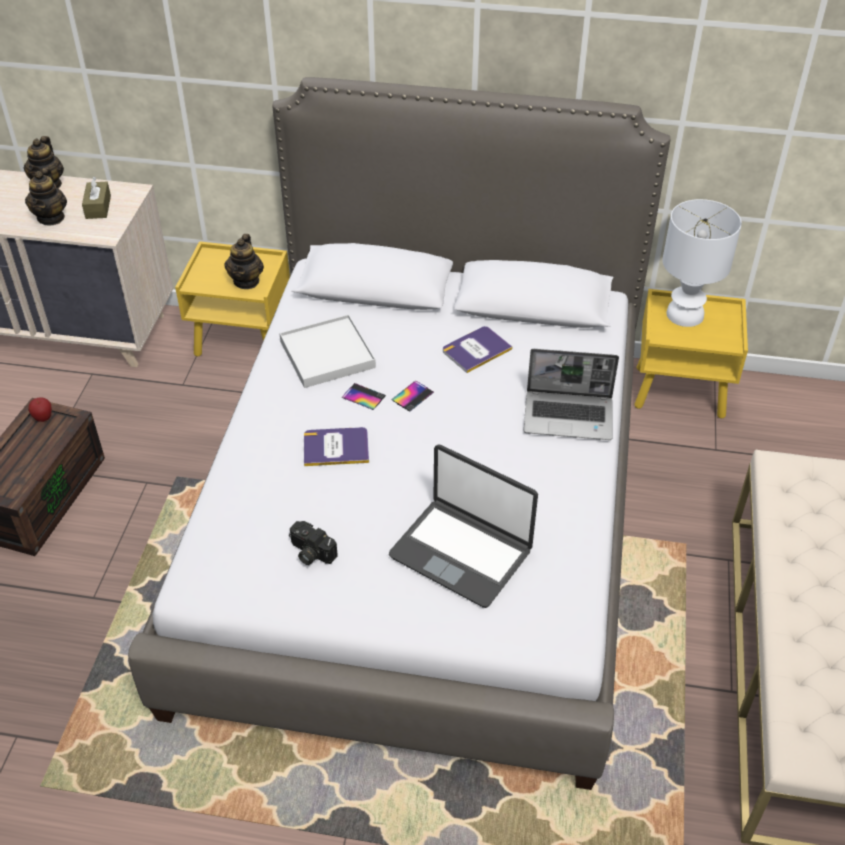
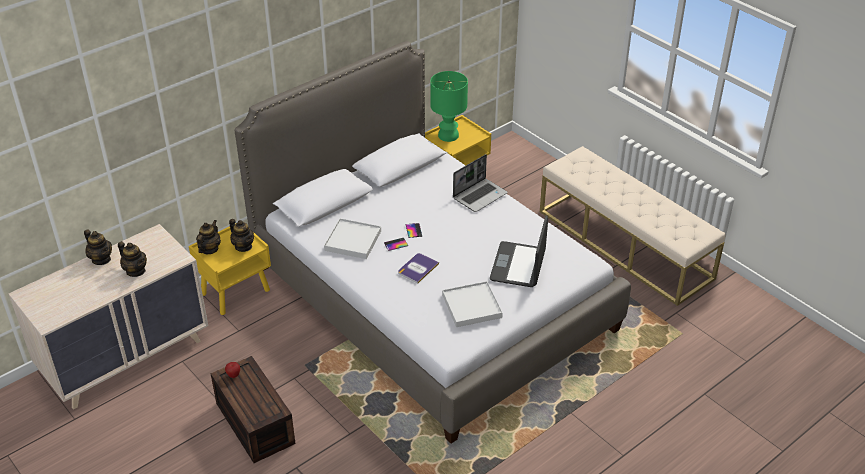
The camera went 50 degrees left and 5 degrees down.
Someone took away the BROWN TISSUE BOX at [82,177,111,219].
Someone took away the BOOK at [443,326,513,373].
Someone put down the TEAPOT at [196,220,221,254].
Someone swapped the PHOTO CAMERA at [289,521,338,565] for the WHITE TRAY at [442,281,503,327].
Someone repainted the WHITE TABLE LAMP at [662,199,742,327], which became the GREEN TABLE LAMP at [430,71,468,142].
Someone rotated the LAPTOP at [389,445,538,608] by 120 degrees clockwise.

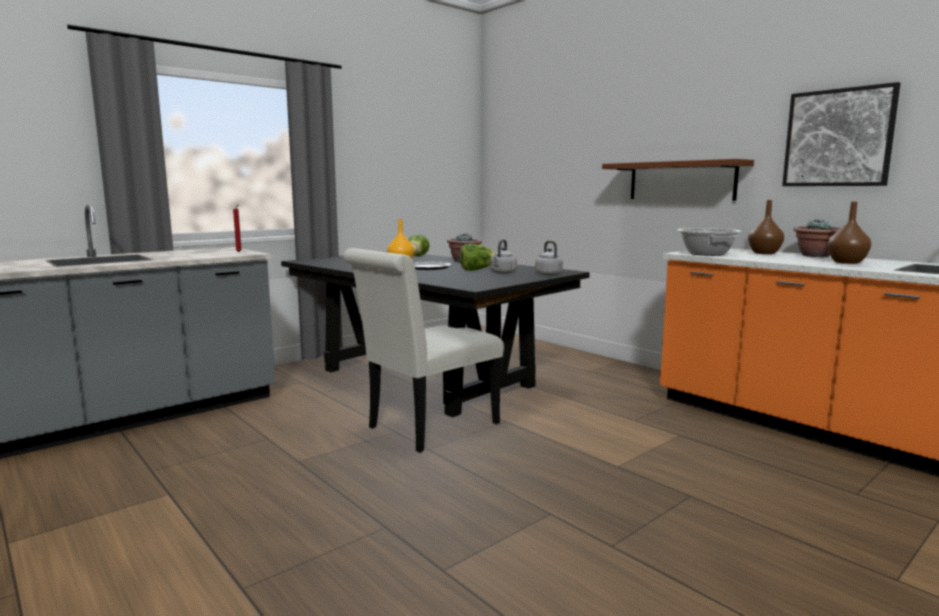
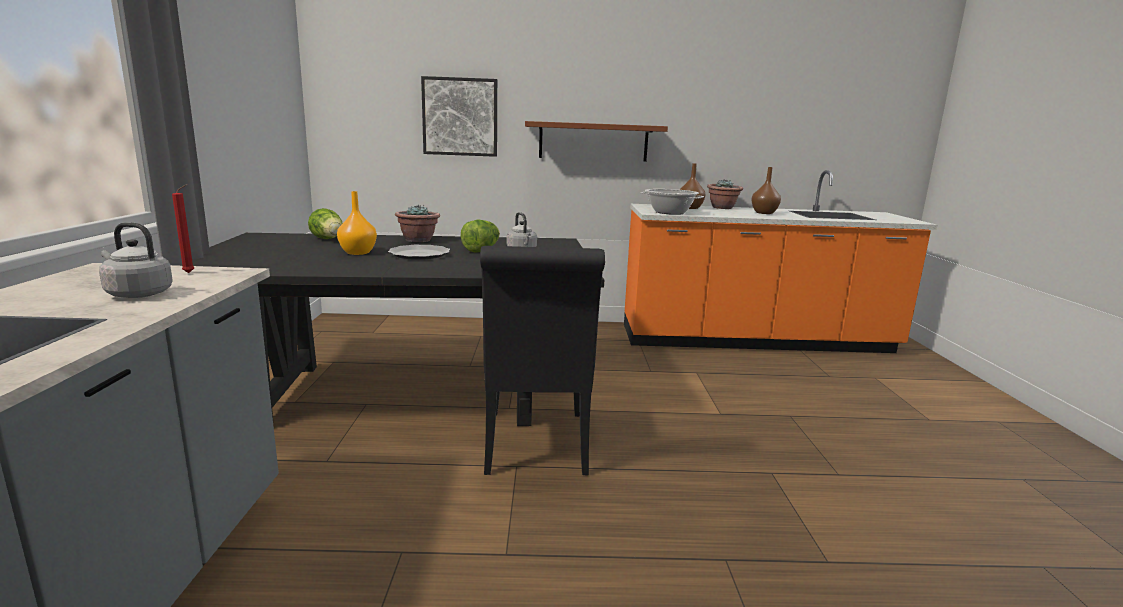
The camera went 50 degrees left and 5 degrees up.
Someone carried the GREY KETTLE from [535,241,563,276] to [99,222,173,298].
Someone carried the PICTURE from [782,82,900,186] to [421,76,497,157].
Someone repainted the WHITE CHAIR at [343,248,504,453], which became the BLACK CHAIR at [480,246,605,476].

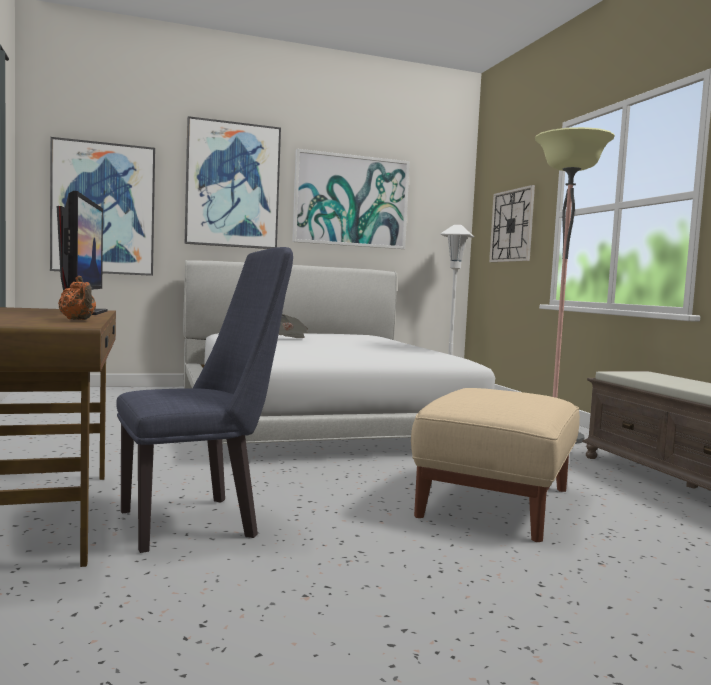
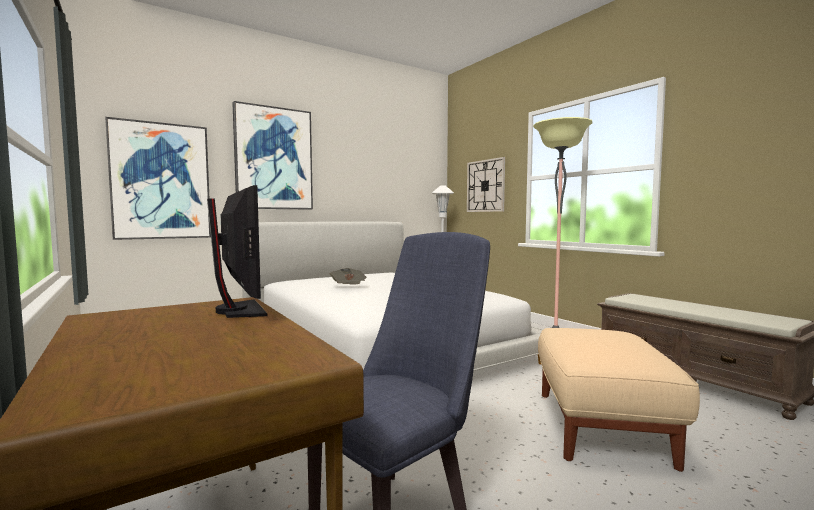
The camera went 15 degrees left and 0 degrees up.
Someone took away the ORANGE TEAPOT at [58,276,96,320].
Someone took away the PICTURE at [292,149,410,249].

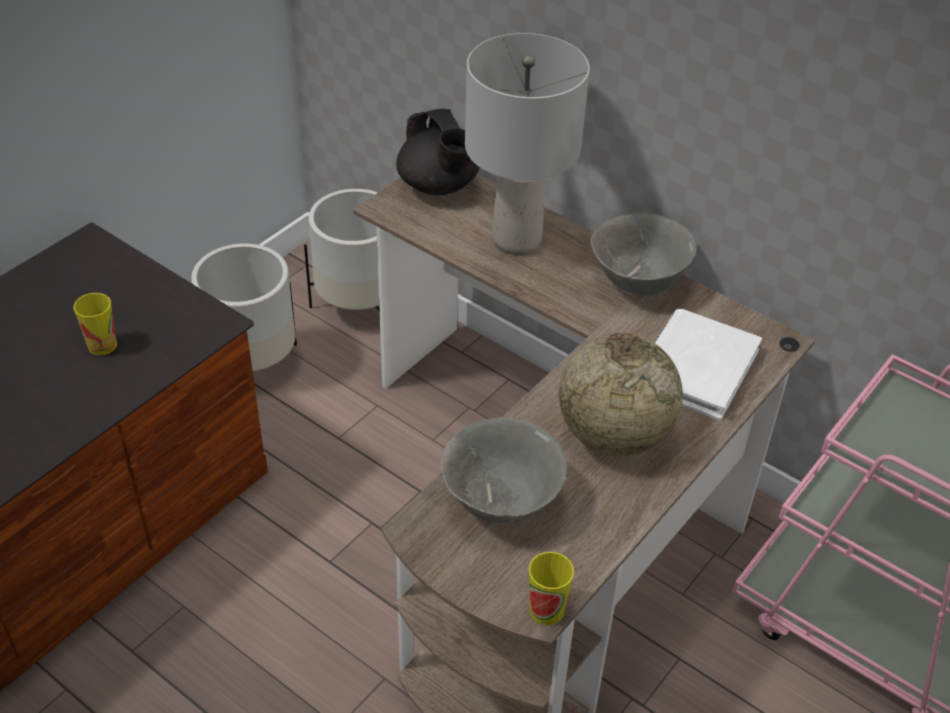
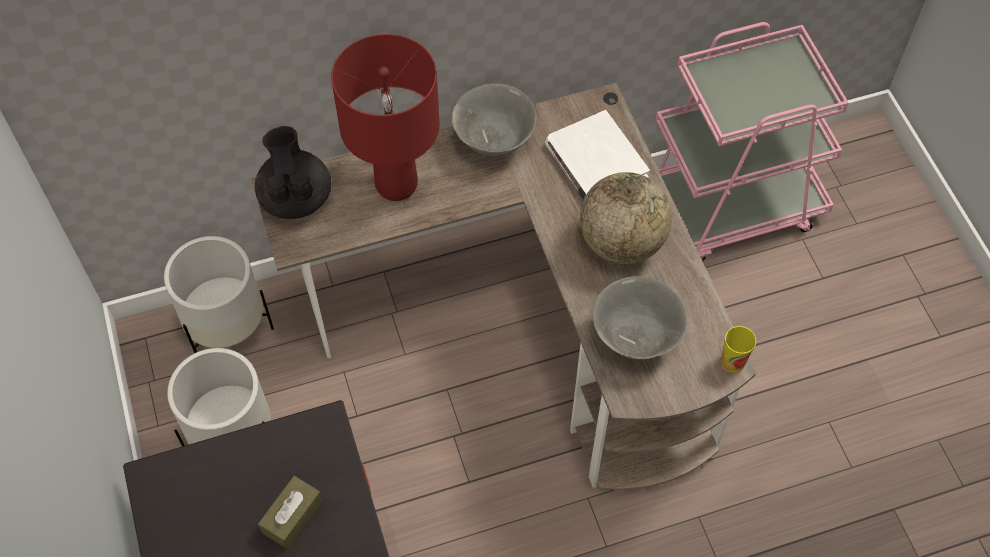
The camera went 55 degrees left and 15 degrees up.
Someone swapped the CUP at [74,293,117,355] for the BROWN TISSUE BOX at [258,476,323,549].
Someone repainted the GREY TABLE LAMP at [465,33,590,255], which became the RED TABLE LAMP at [331,34,440,201].
Someone rotated the BLACK TEAPOT at [396,109,480,195] by 105 degrees counterclockwise.

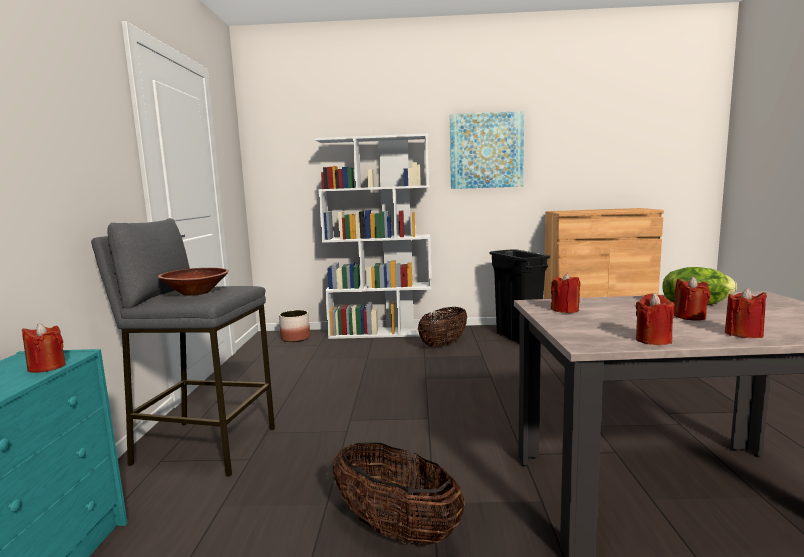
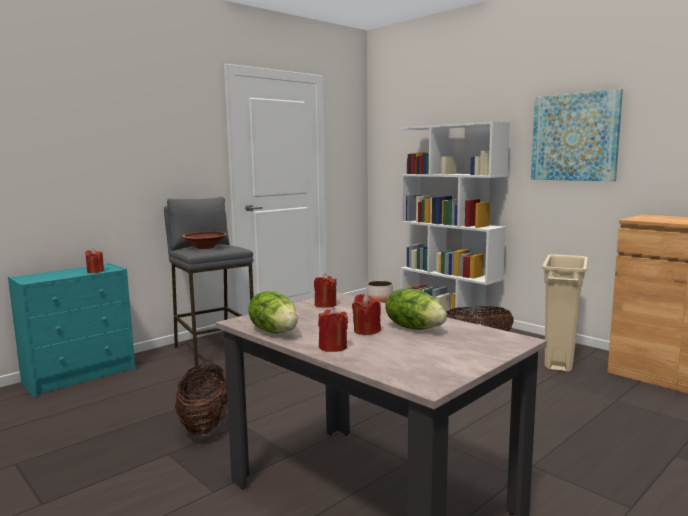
The camera went 45 degrees right and 0 degrees up.
Someone swapped the RED CANDLE at [636,293,674,345] for the LETTUCE at [248,292,298,333].
Someone repainted the BLACK TRASH CAN at [490,249,550,344], which became the BEIGE TRASH CAN at [542,254,588,372].

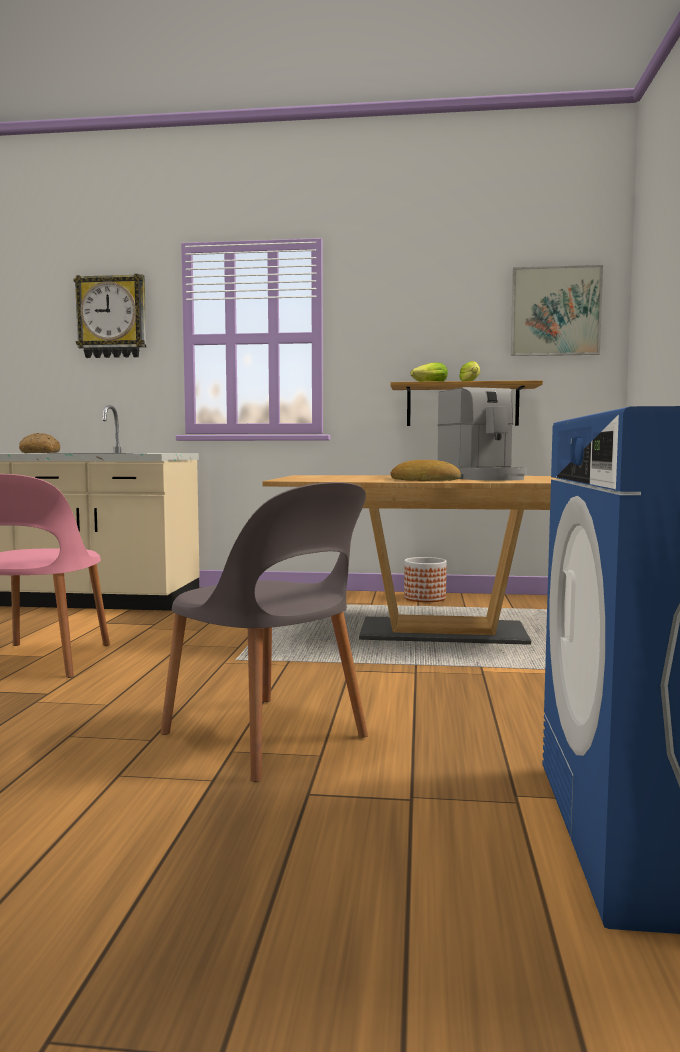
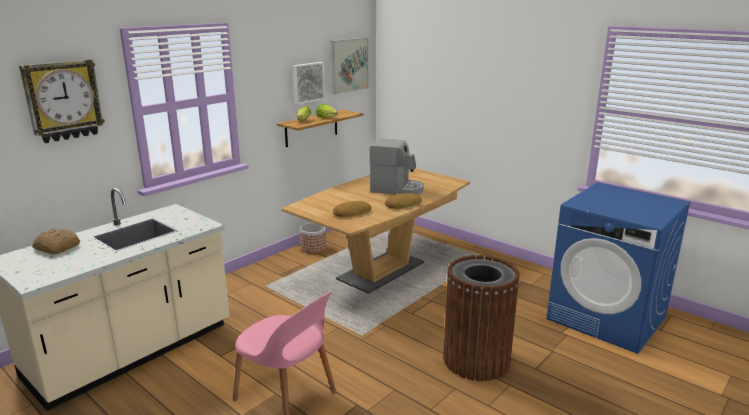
The camera went 55 degrees left and 15 degrees up.
Someone put up the PICTURE at [292,62,325,105].
Someone put down the BREAD at [333,201,372,217].
Someone swapped the GREY CHAIR at [160,482,368,782] for the BROWN TRASH CAN at [443,255,520,381].

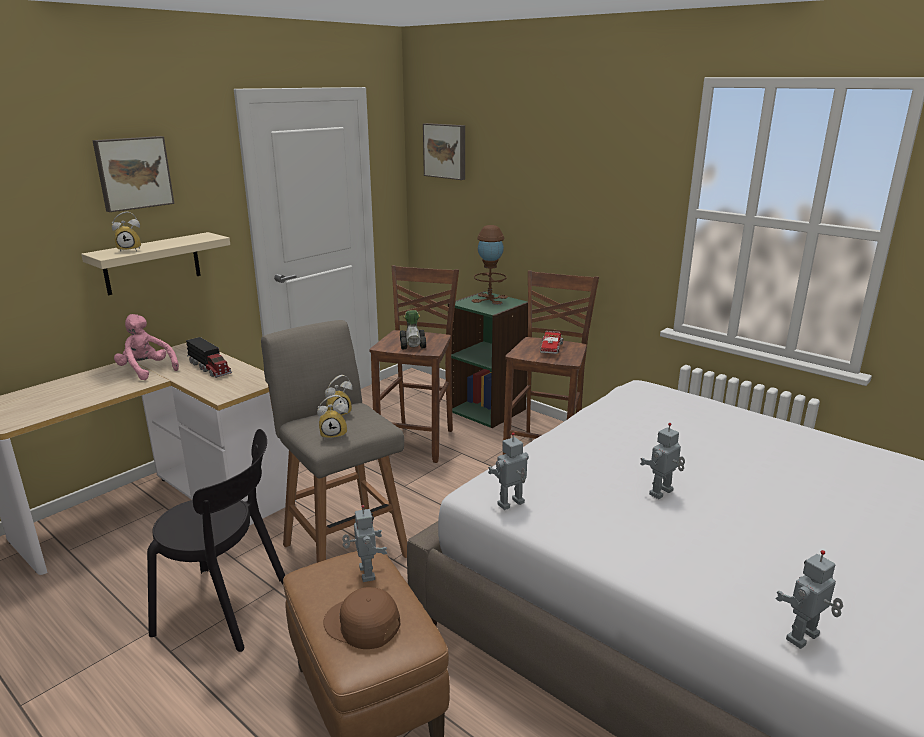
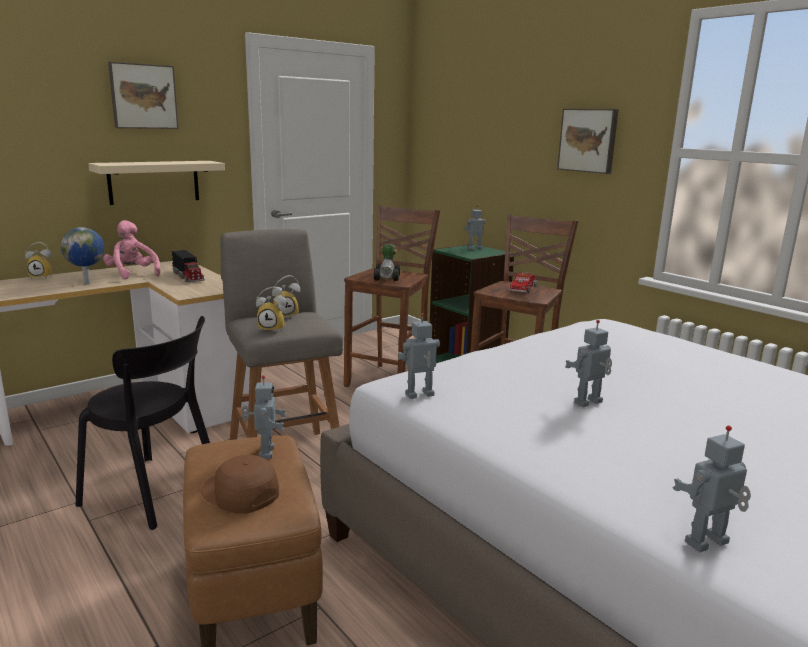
The camera went 10 degrees right and 5 degrees down.
Someone put down the GLOBE at [61,227,104,285].
Someone carried the ALARM CLOCK from [112,212,141,252] to [25,242,52,279].
Someone carried the PICTURE from [423,123,465,180] to [557,109,619,174].
Someone swapped the BROWN TABLE LAMP at [472,225,508,305] for the TOY ROBOT at [464,205,486,250].

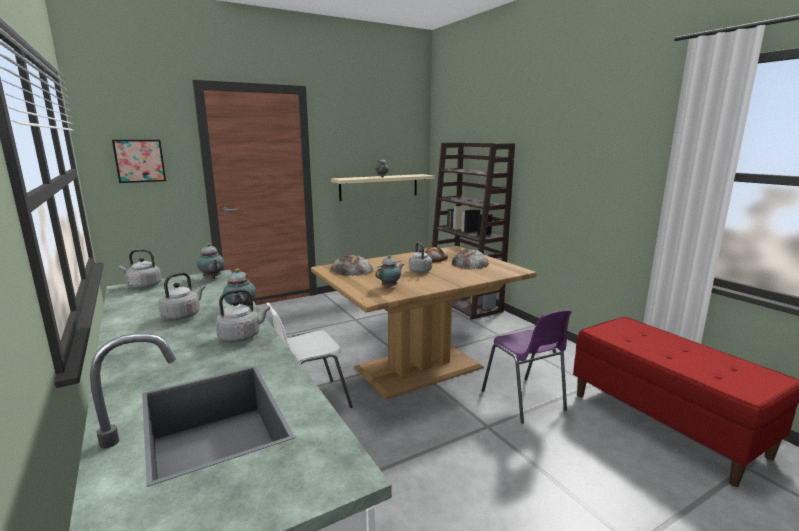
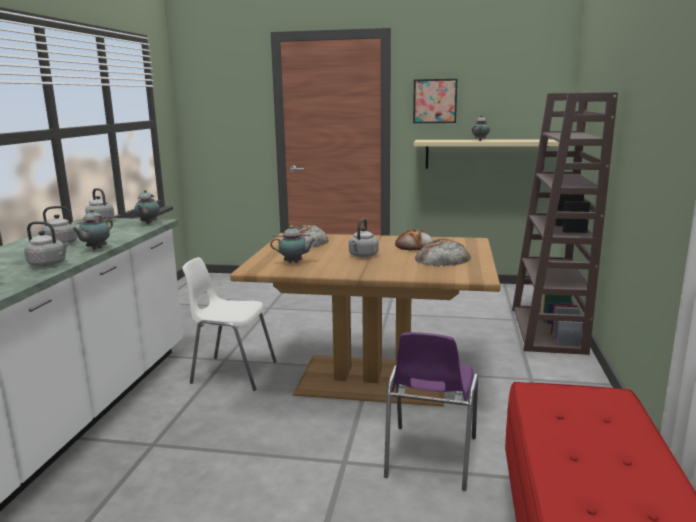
The camera went 40 degrees right and 0 degrees up.
Someone carried the PICTURE from [112,140,166,183] to [413,79,457,123].

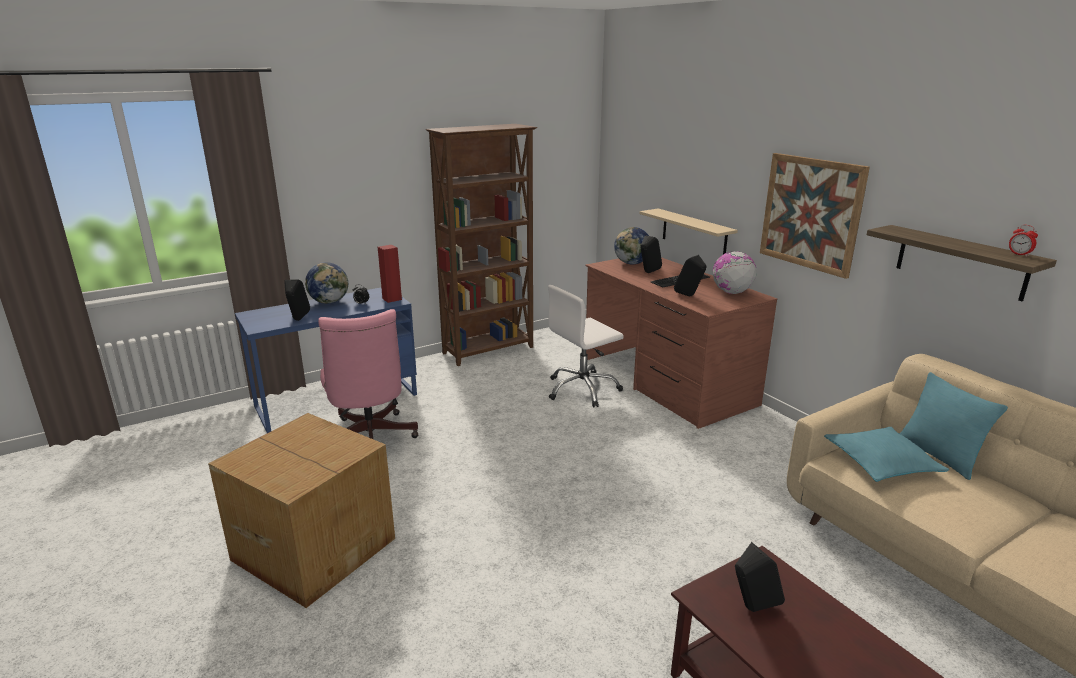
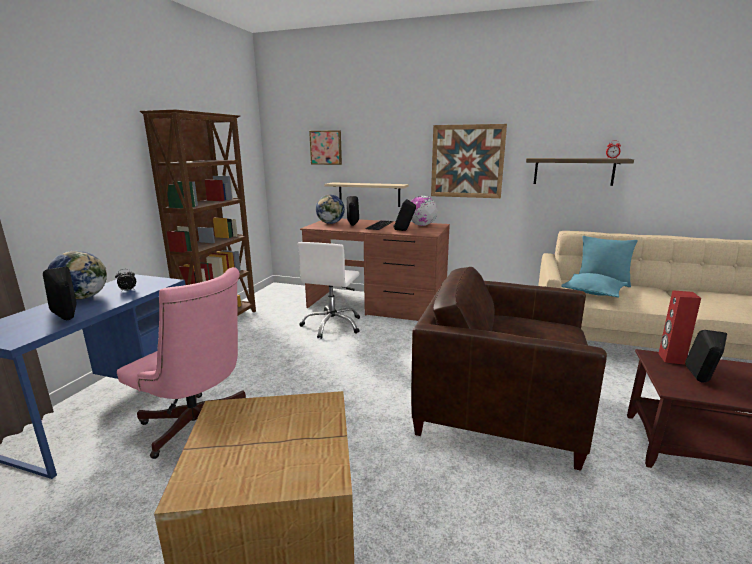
The camera went 40 degrees left and 5 degrees down.
Someone put up the PICTURE at [309,130,342,165].
Someone put down the BROWN ARMCHAIR at [411,267,607,471].
Someone carried the RED SPEAKER from [378,245,402,303] to [658,290,701,365].

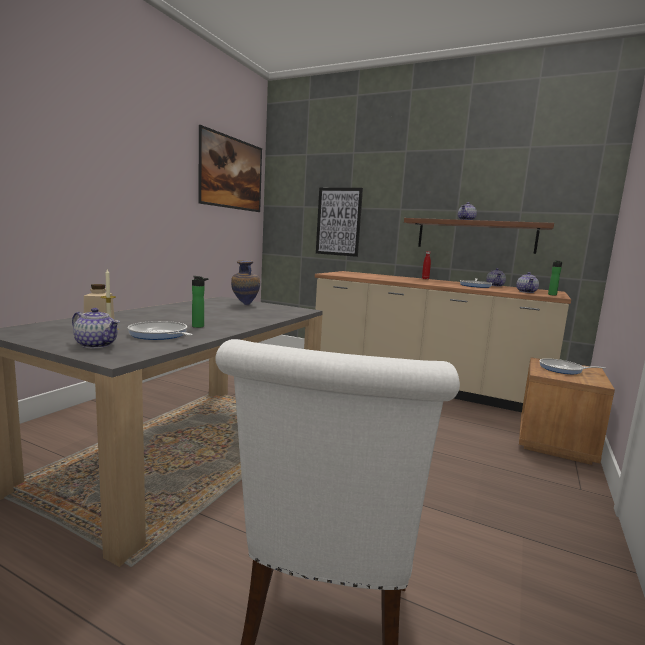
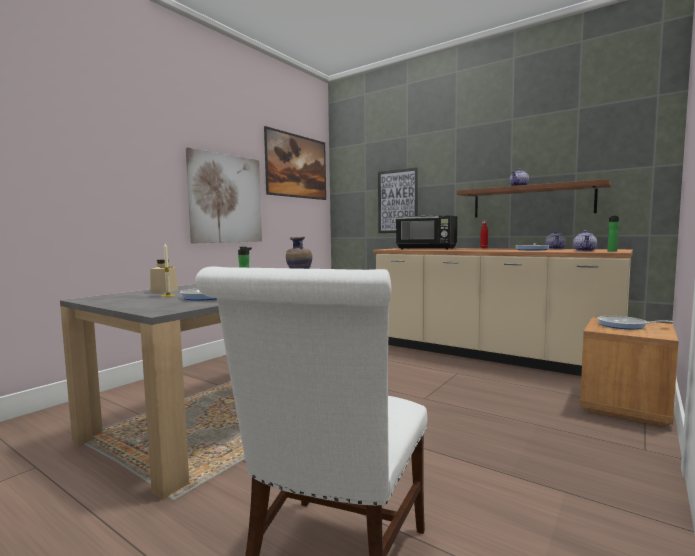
The camera went 10 degrees right and 5 degrees down.
Someone took away the TEAPOT at [72,308,120,348].
Someone put up the PICTURE at [186,147,262,244].
Someone put down the BLACK MICROWAVE at [396,215,457,250].

